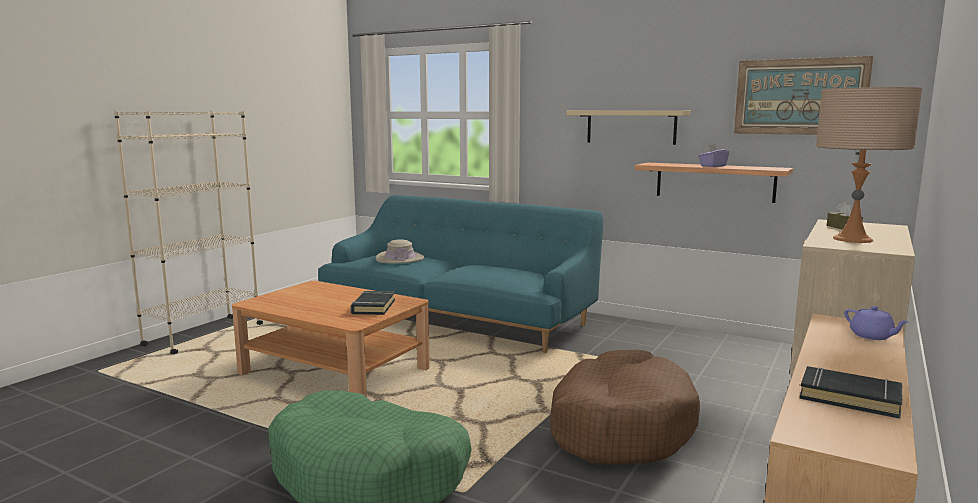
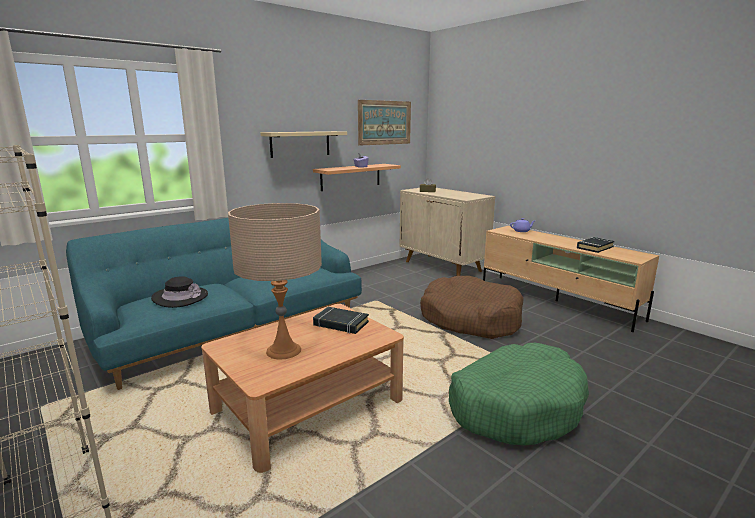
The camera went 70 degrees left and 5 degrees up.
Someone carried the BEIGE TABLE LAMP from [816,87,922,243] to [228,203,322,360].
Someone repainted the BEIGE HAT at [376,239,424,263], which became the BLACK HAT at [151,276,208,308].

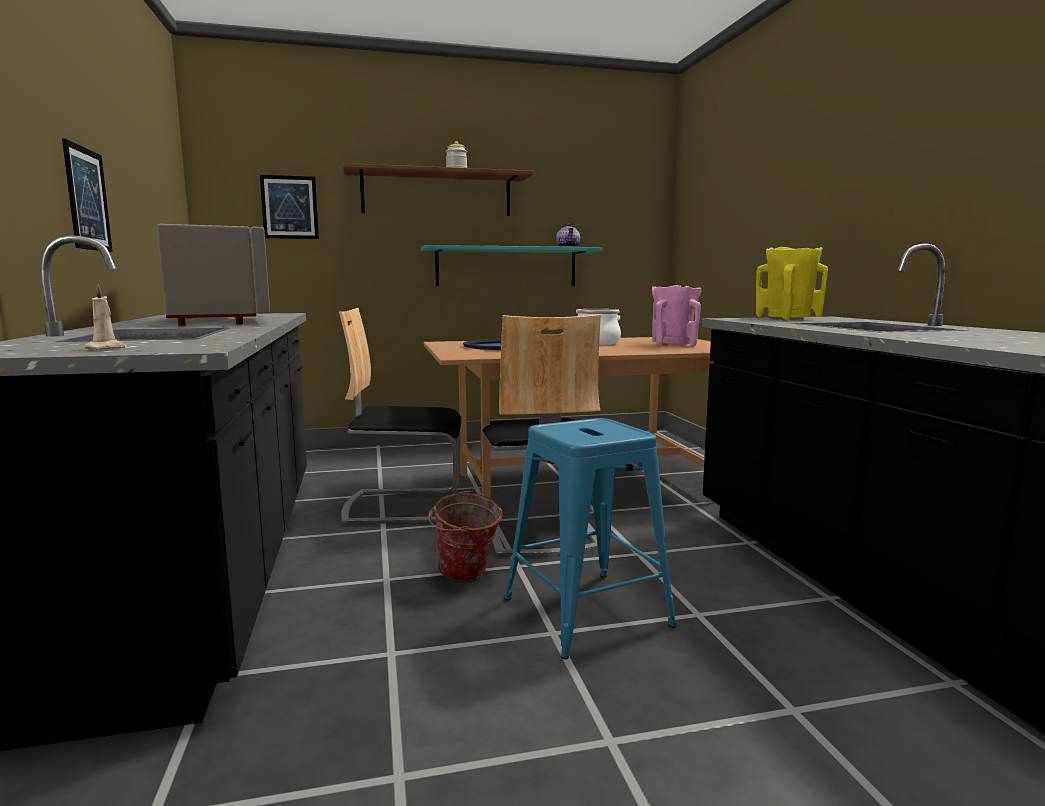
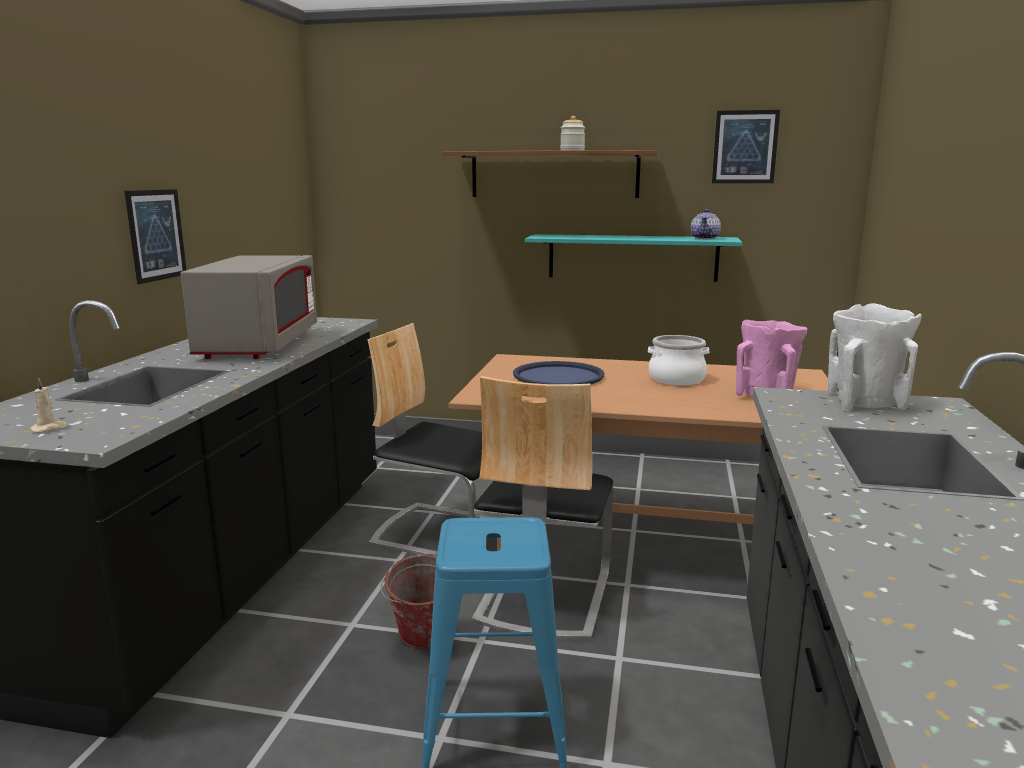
The camera went 25 degrees right and 5 degrees up.
Someone carried the PICTURE from [260,175,319,239] to [712,110,780,183].
Someone repainted the YELLOW VASE at [756,247,828,320], which became the WHITE VASE at [827,303,922,411].

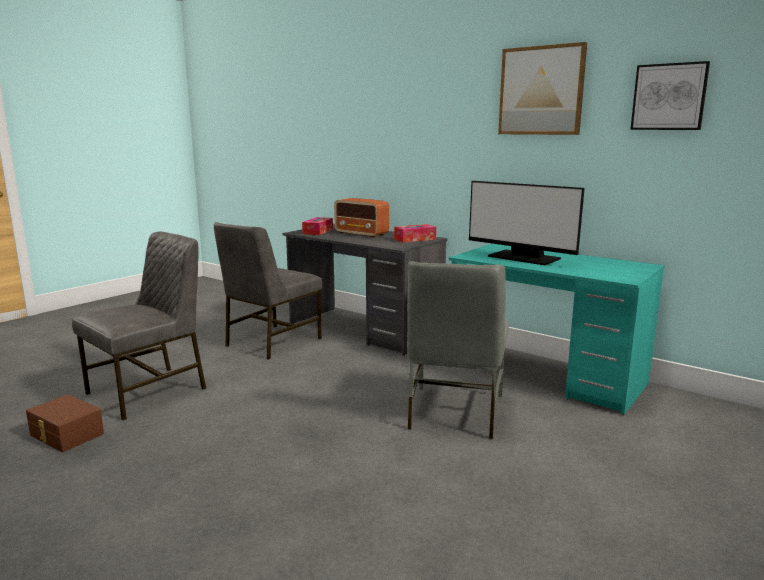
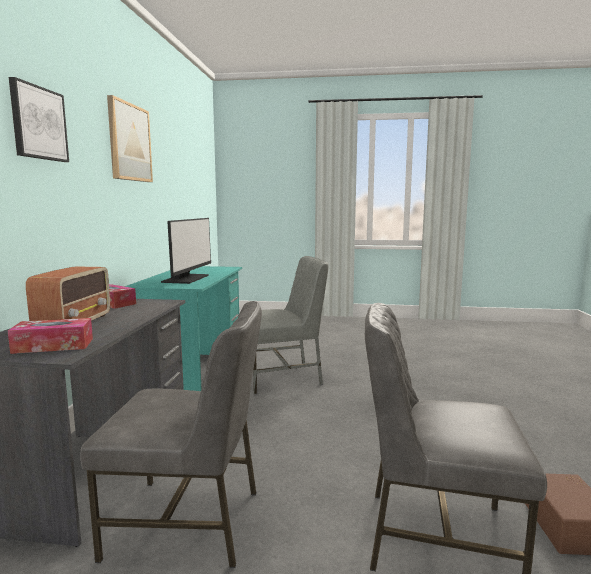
The camera went 120 degrees left and 5 degrees down.
Someone carried the PICTURE from [630,61,710,130] to [9,77,69,162].

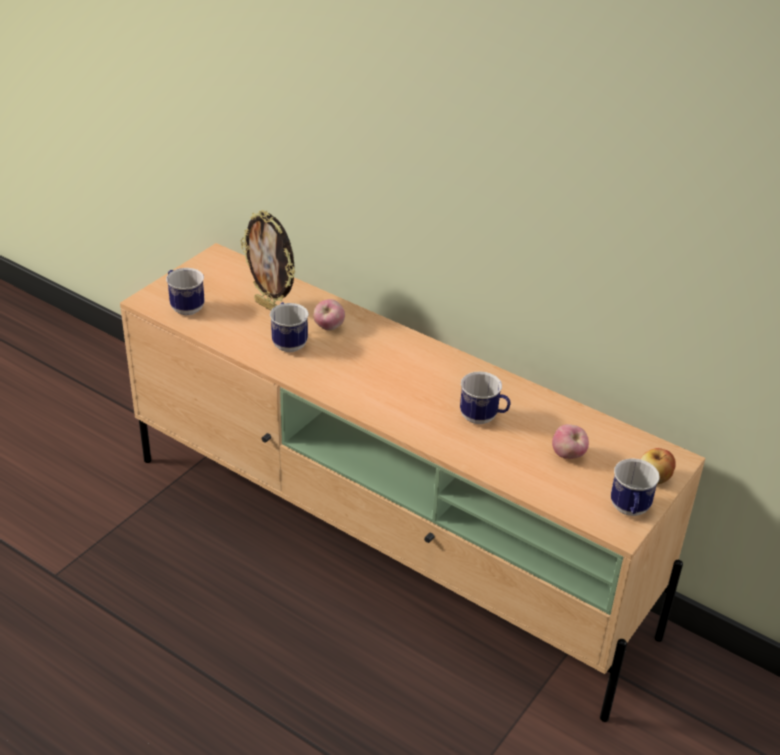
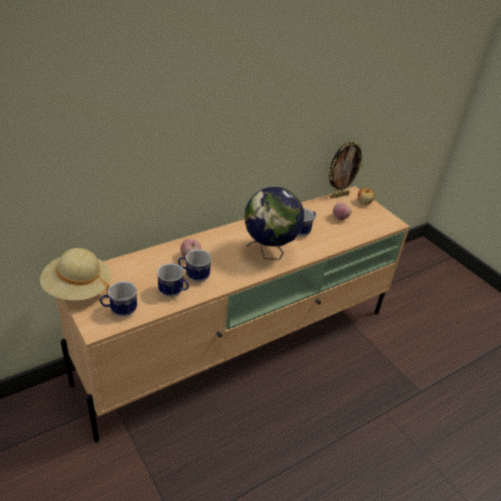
The camera went 70 degrees left and 0 degrees up.
Someone put down the BEIGE HAT at [40,248,111,300].
Someone put down the GLOBE at [244,187,304,260].
Someone carried the PICTURE FRAME from [240,210,295,311] to [328,141,364,199].
Someone carried the MUG from [611,458,660,516] to [157,263,189,297].

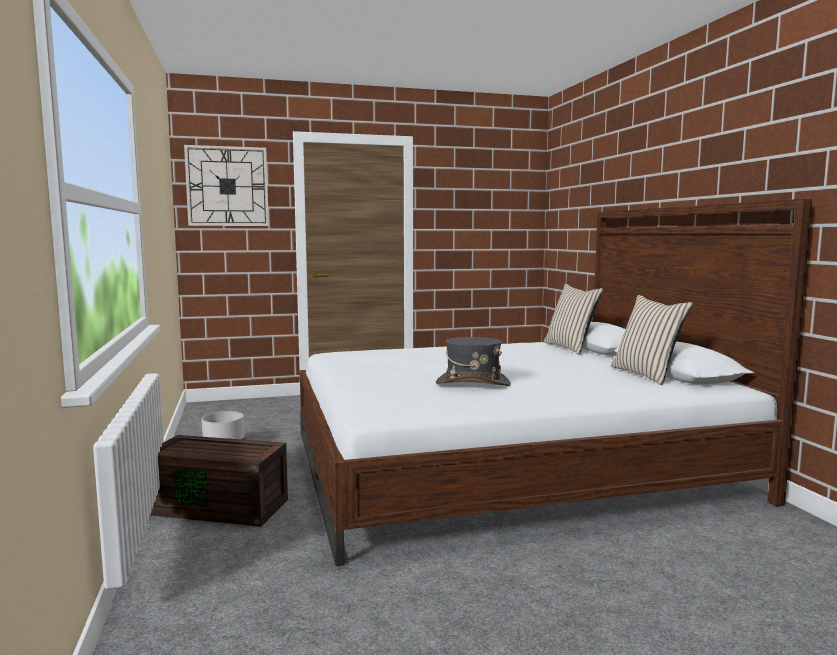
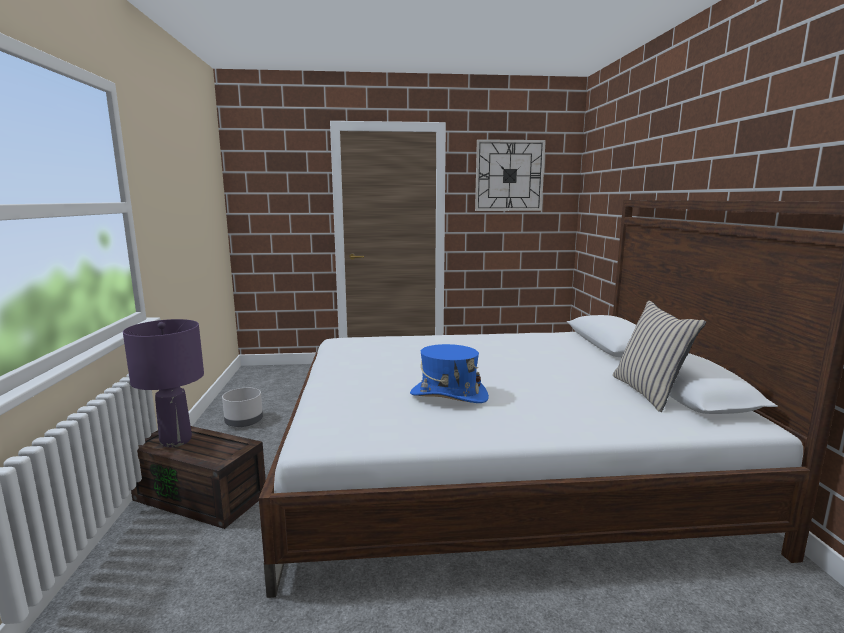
The camera went 10 degrees right and 5 degrees up.
Someone took away the BEIGE PILLOW at [544,284,603,355].
Someone put down the PURPLE TABLE LAMP at [123,319,204,447].
Someone carried the WALL CLOCK from [184,145,269,226] to [475,139,546,211].
Someone repainted the GREY HAT at [436,337,511,386], which became the BLUE HAT at [410,344,489,403].

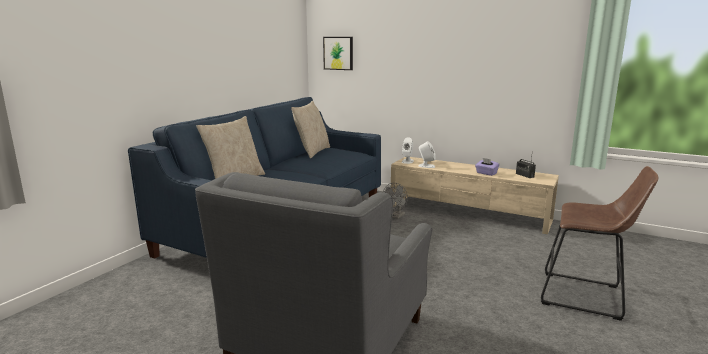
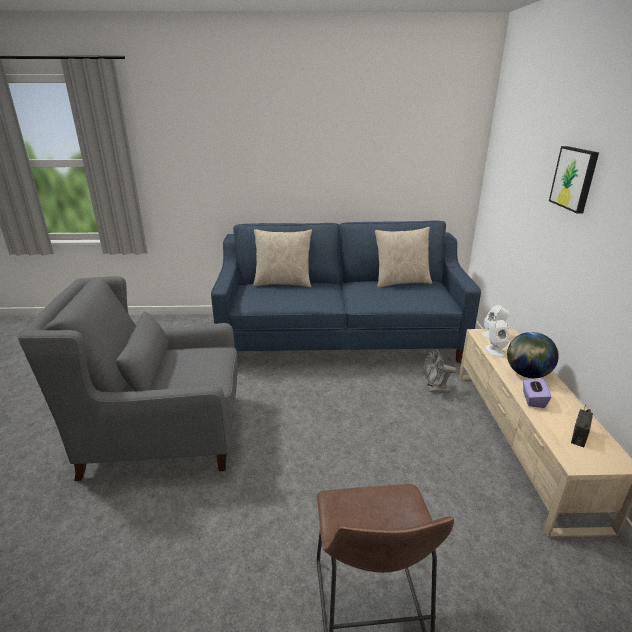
The camera went 60 degrees right and 10 degrees up.
Someone put down the GLOBE at [507,332,559,378].
Someone carried the PICTURE from [323,37,353,70] to [549,146,599,213].

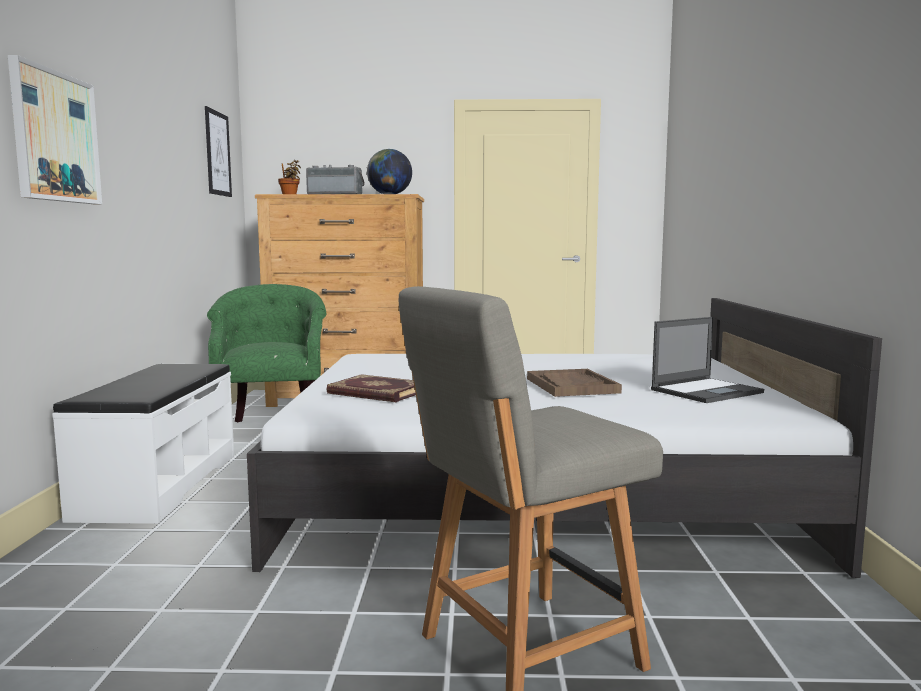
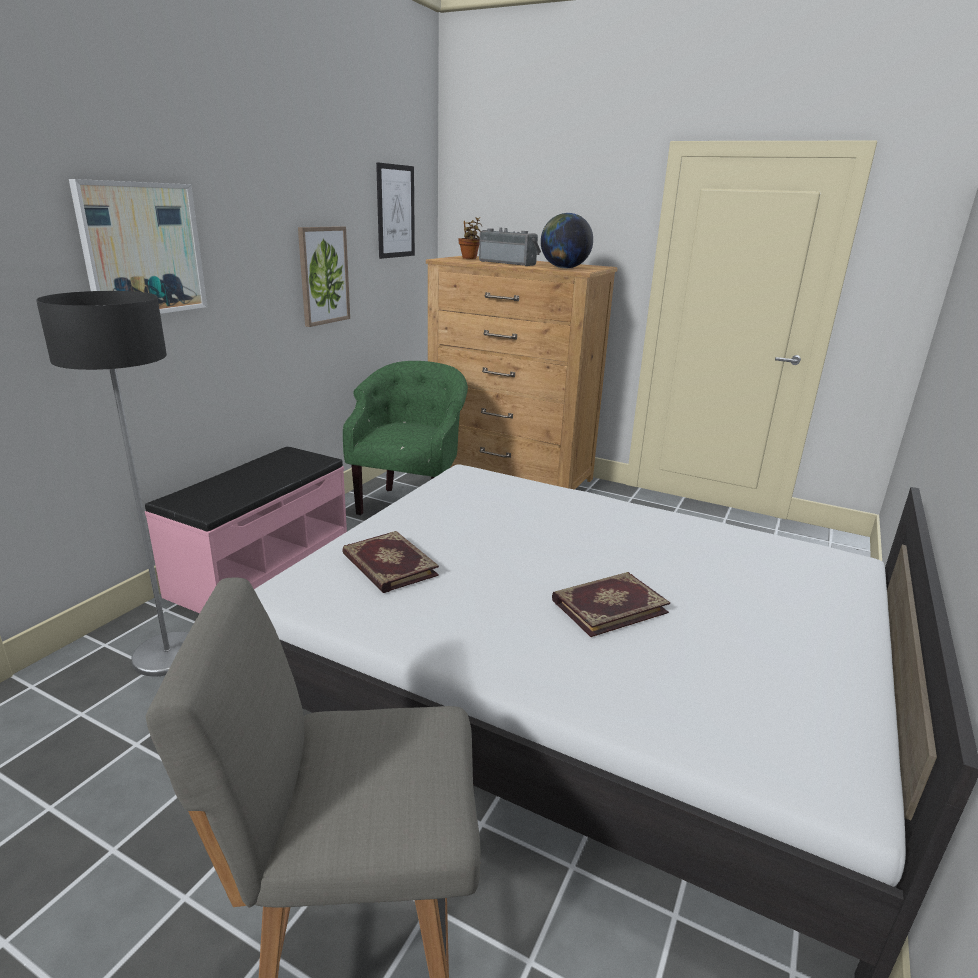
The camera went 25 degrees right and 15 degrees up.
Someone took away the LAPTOP at [651,317,764,403].
Someone put down the FLOOR LAMP at [36,291,189,676].
Someone put up the PICTURE at [298,226,350,327].
Someone swapped the BROWN TRAY at [527,369,622,397] for the BOOK at [552,572,670,637].
Someone repainted the WHITE BENCH at [52,364,234,524], which became the PINK BENCH at [145,446,347,613].

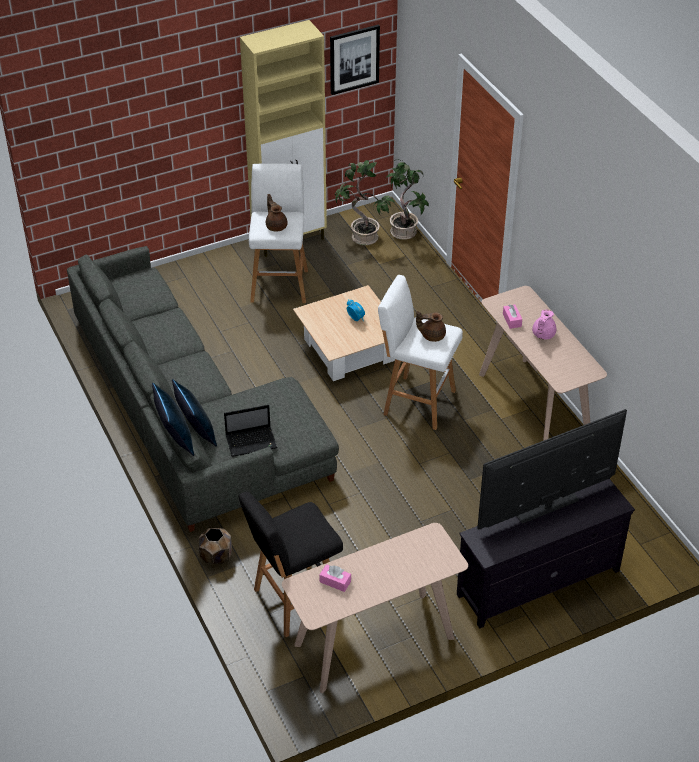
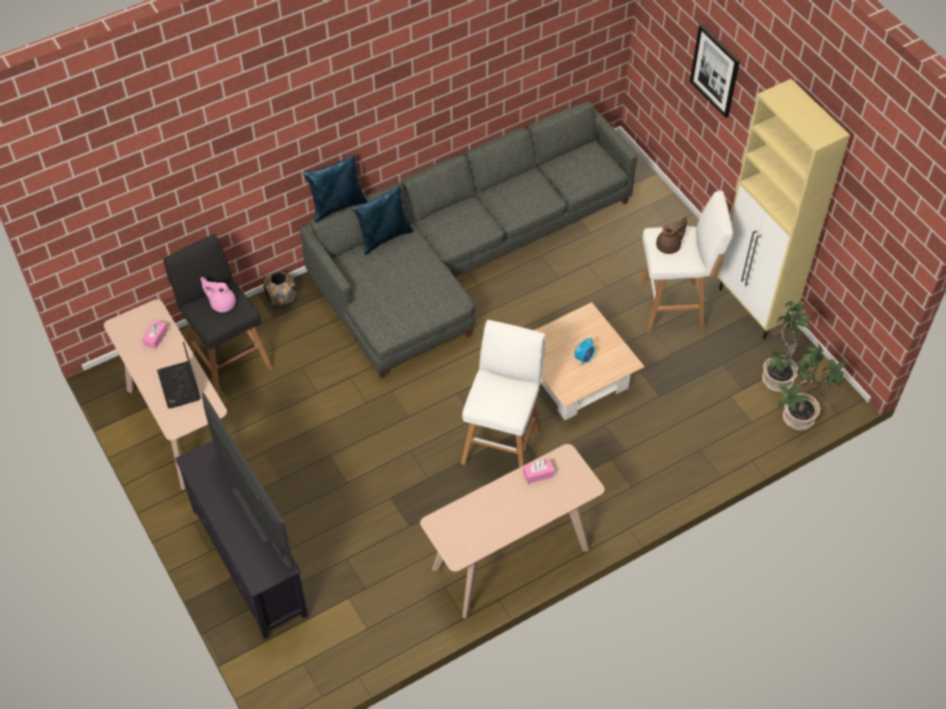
The camera went 85 degrees right and 10 degrees up.
Someone took away the BROWN TEAPOT at [416,311,446,342].
Someone carried the LAPTOP from [224,405,277,457] to [157,342,200,408].
Someone carried the PICTURE from [330,25,380,95] to [690,24,740,118].
Someone carried the PINK TEAPOT from [532,309,556,339] to [201,277,236,312].

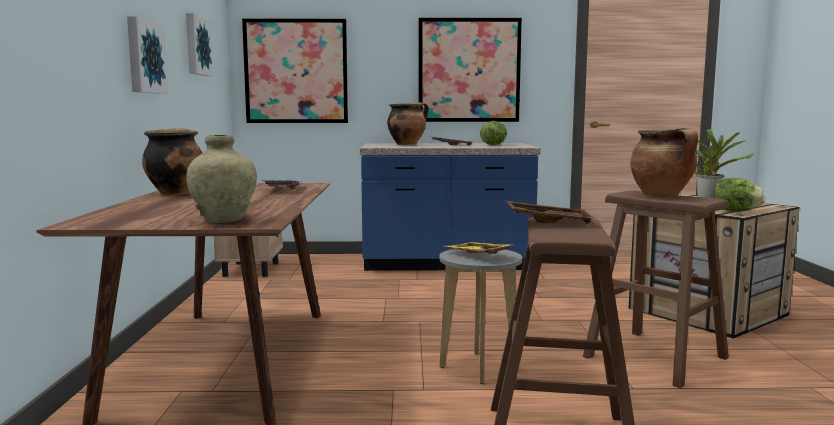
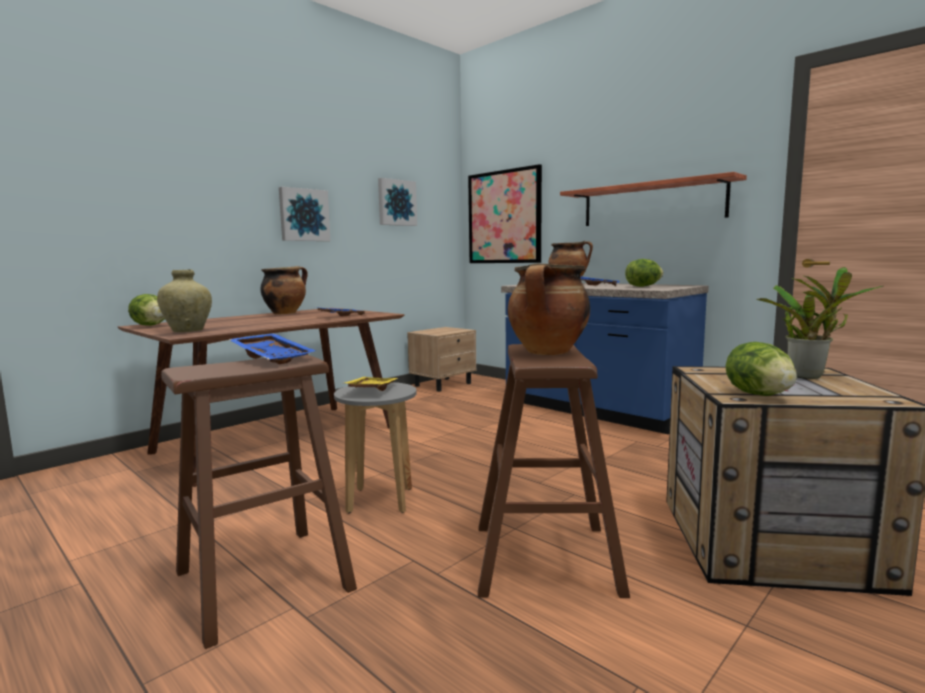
The camera went 45 degrees right and 0 degrees up.
Someone put down the LETTUCE at [128,294,165,326].
Someone swapped the PICTURE at [419,18,522,122] for the SHELF at [560,172,747,226].
Someone repainted the BROWN TRAY at [504,200,597,224], which became the BLUE TRAY at [228,333,316,364].

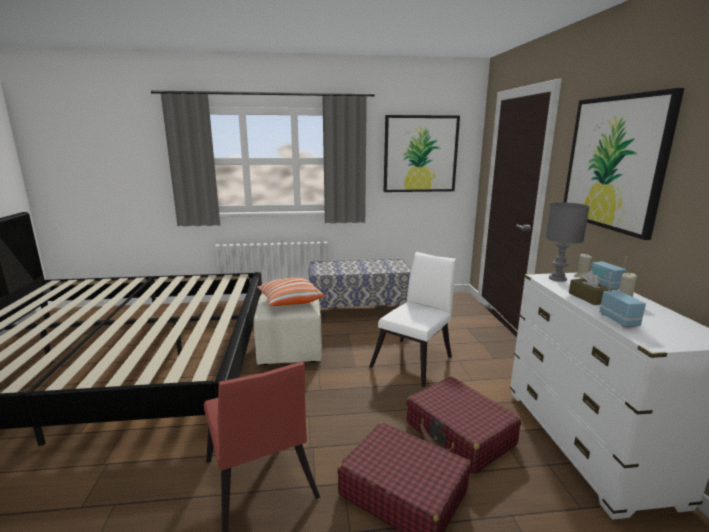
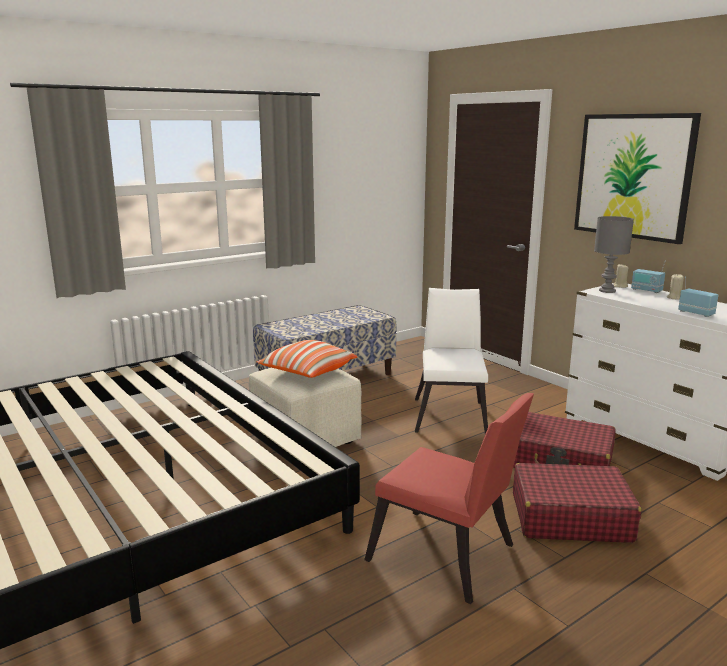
The camera went 30 degrees left and 0 degrees up.
Someone took away the PICTURE at [384,115,460,192].
Someone took away the BROWN TISSUE BOX at [569,271,612,305].

